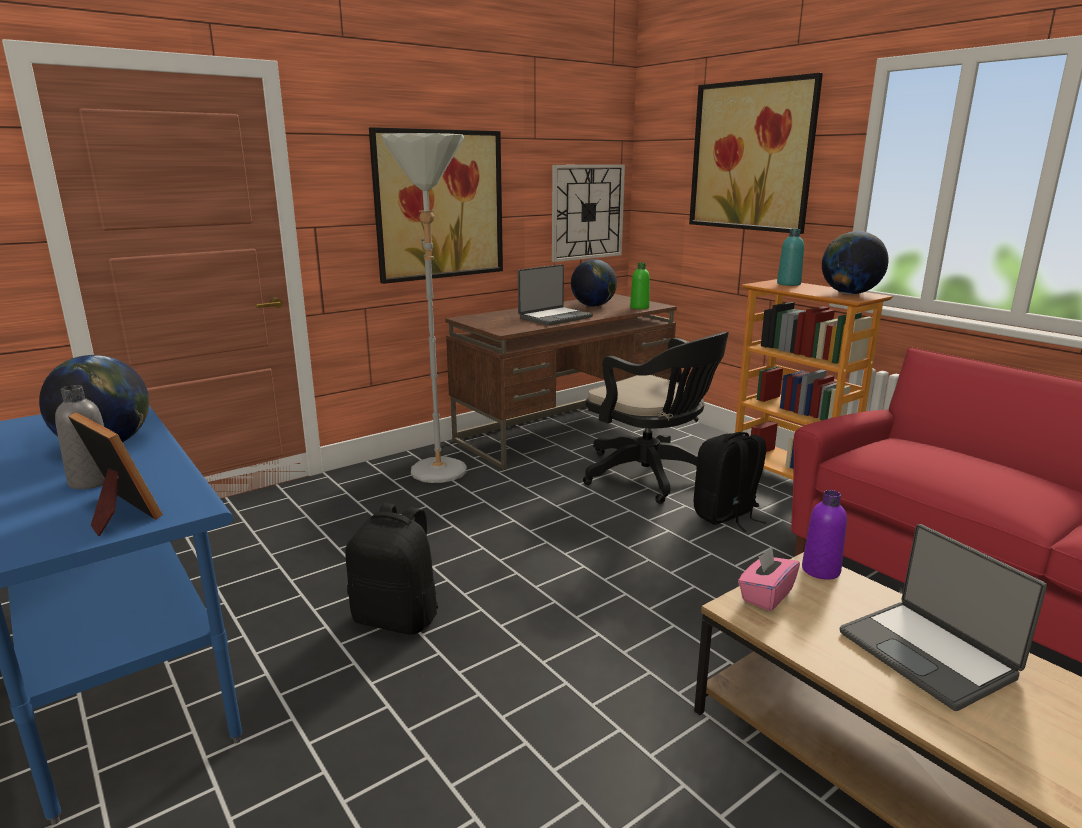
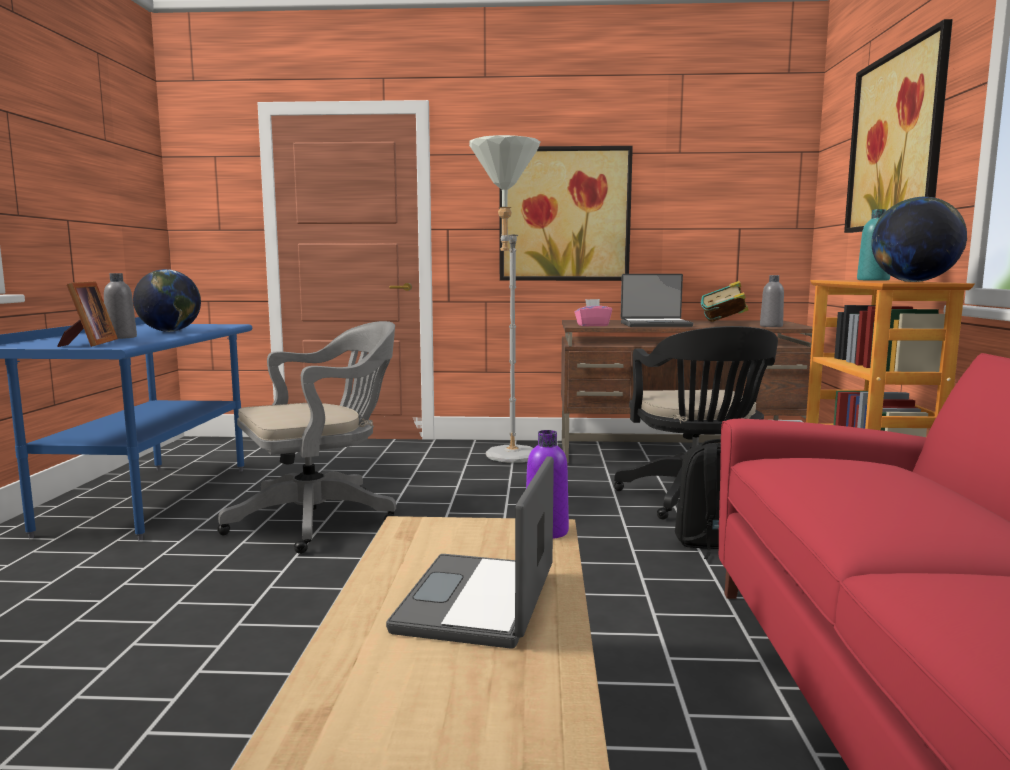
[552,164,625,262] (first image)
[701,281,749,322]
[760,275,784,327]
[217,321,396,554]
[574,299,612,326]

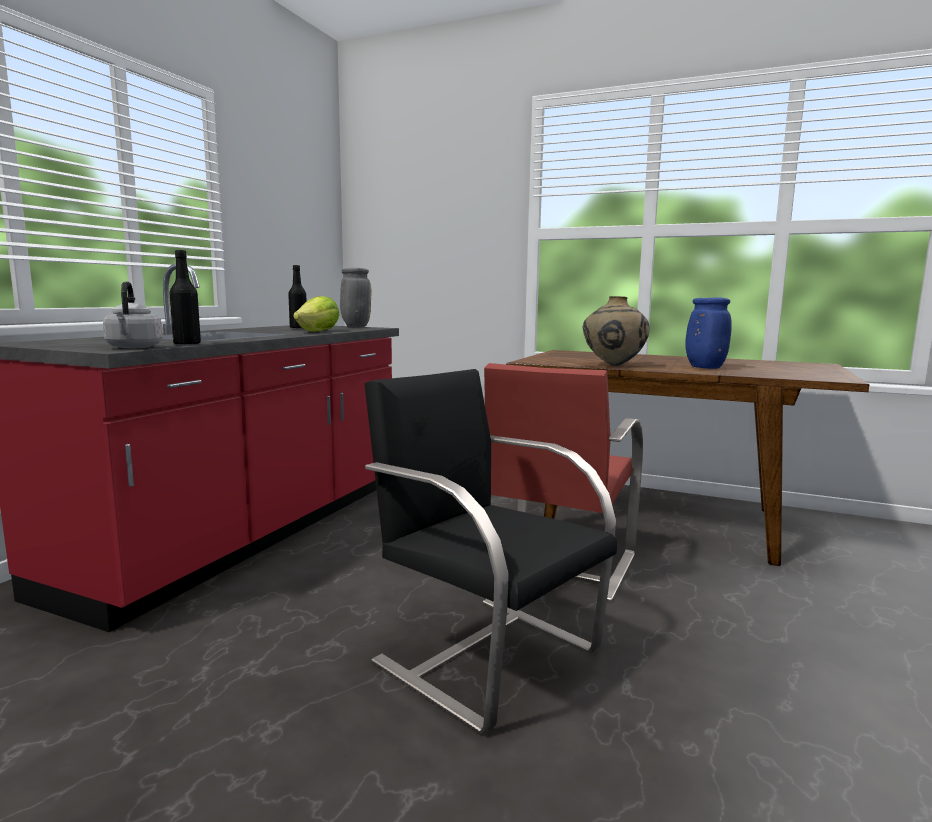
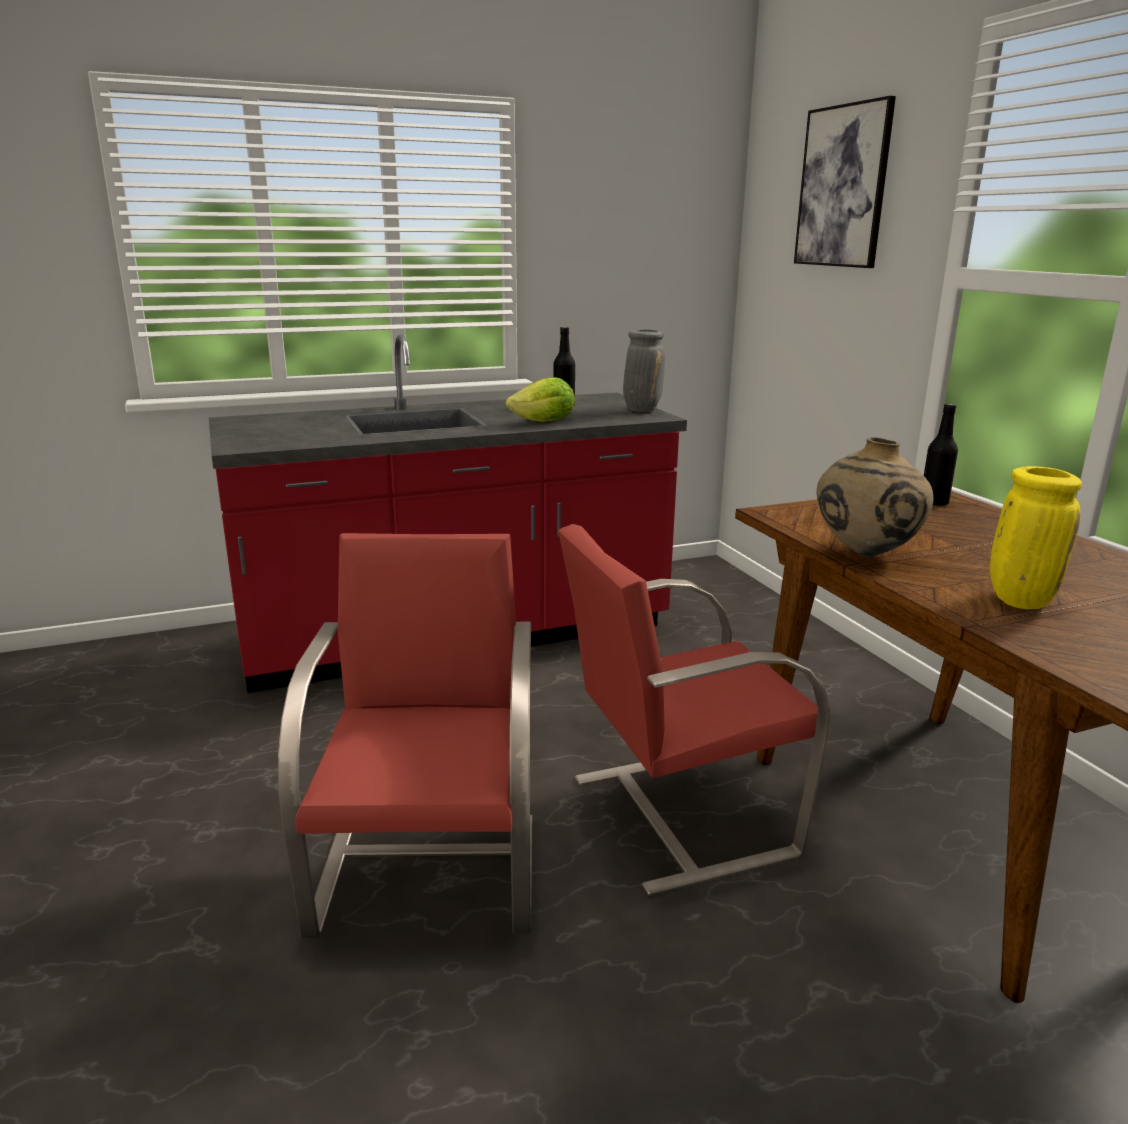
[924,403,958,506]
[103,281,163,348] (first image)
[990,466,1082,609]
[278,533,532,937]
[794,96,896,268]

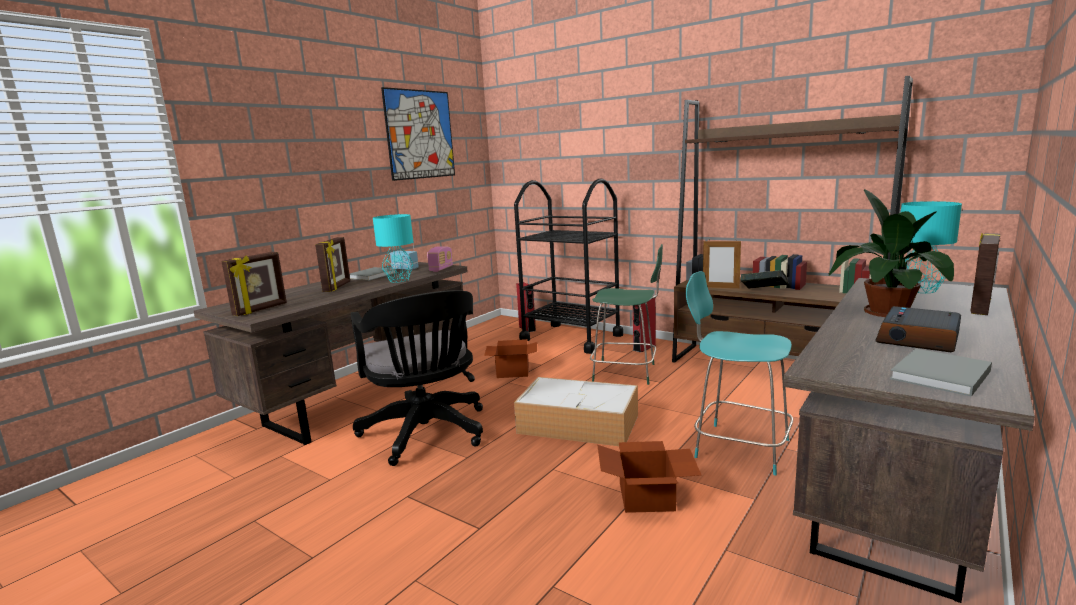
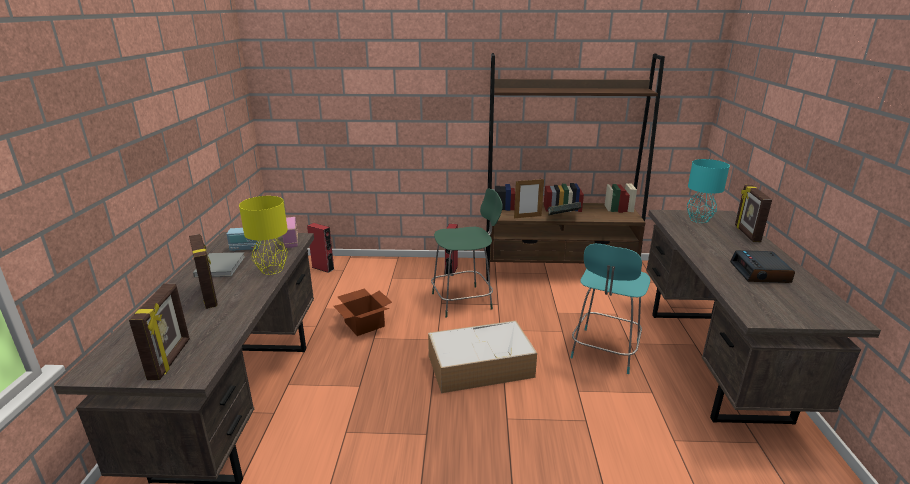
[381,87,455,181] (first image)
[514,178,623,354] (first image)
[829,189,954,317] (first image)
[239,196,288,275]
[570,244,650,374]
[351,290,483,466] (first image)
[890,348,992,397] (first image)
[597,441,701,513] (first image)

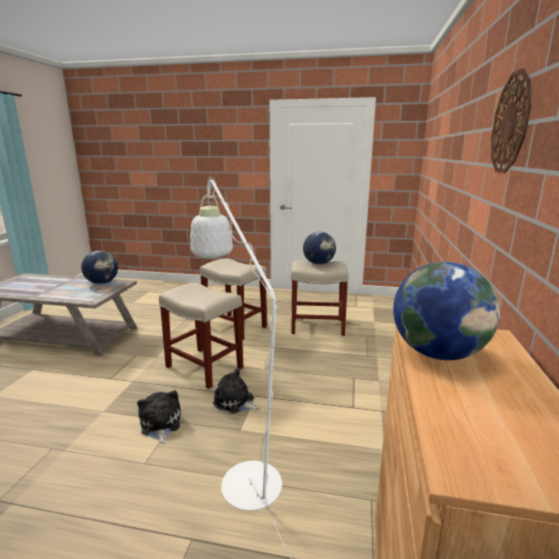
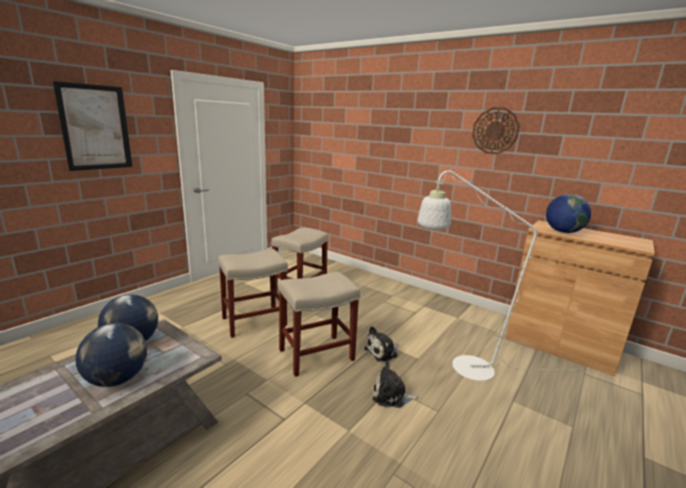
[75,323,147,387]
[53,81,132,171]

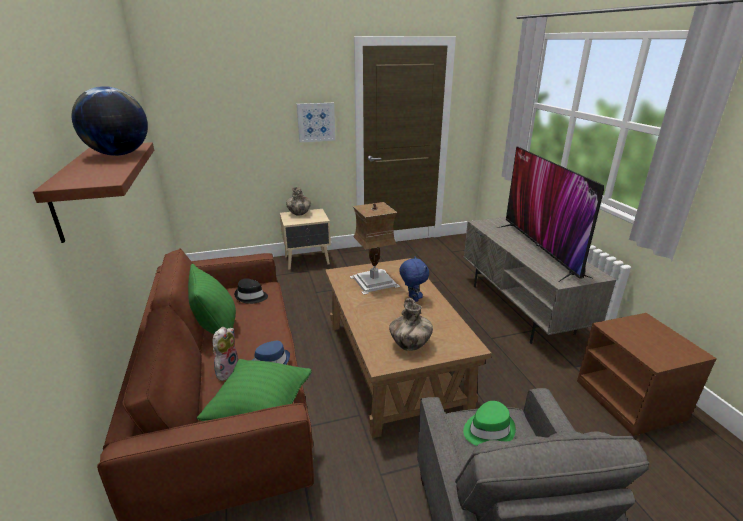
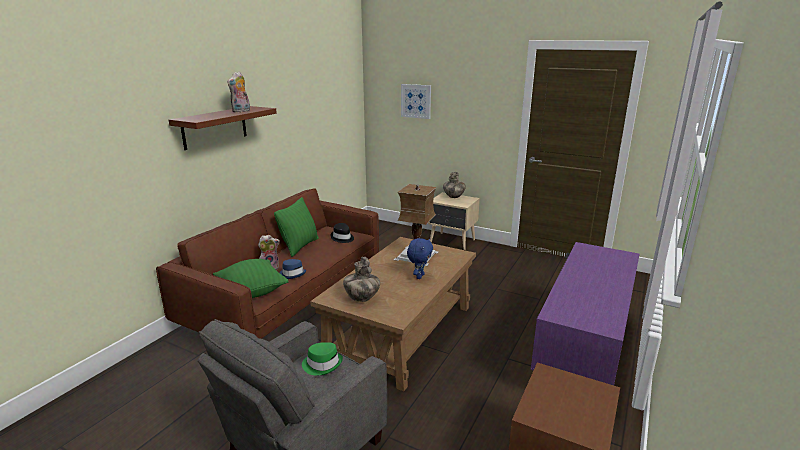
[227,72,250,113]
[401,84,431,119]
[497,146,604,282] (first image)
[531,242,640,385]

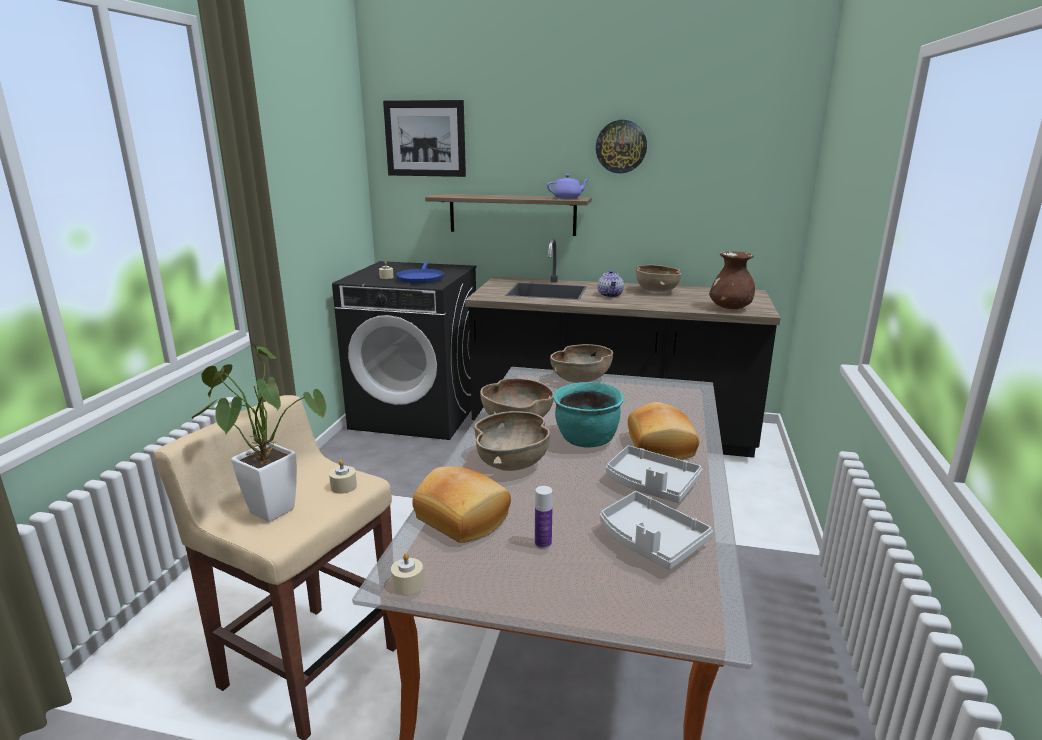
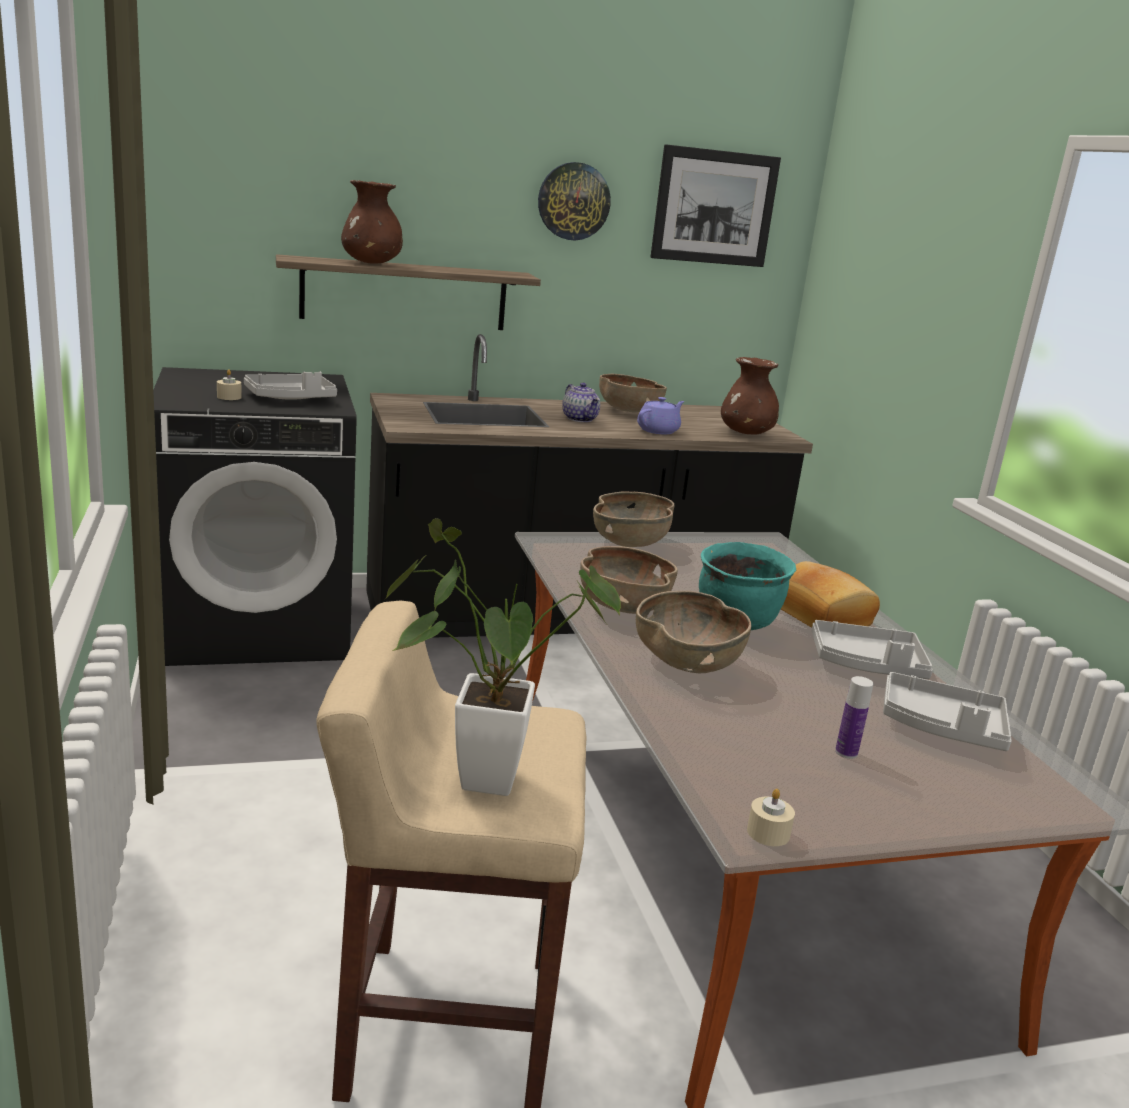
[650,144,781,267]
[637,397,684,434]
[244,372,337,400]
[329,460,357,494] (first image)
[412,467,511,543] (first image)
[341,180,403,264]

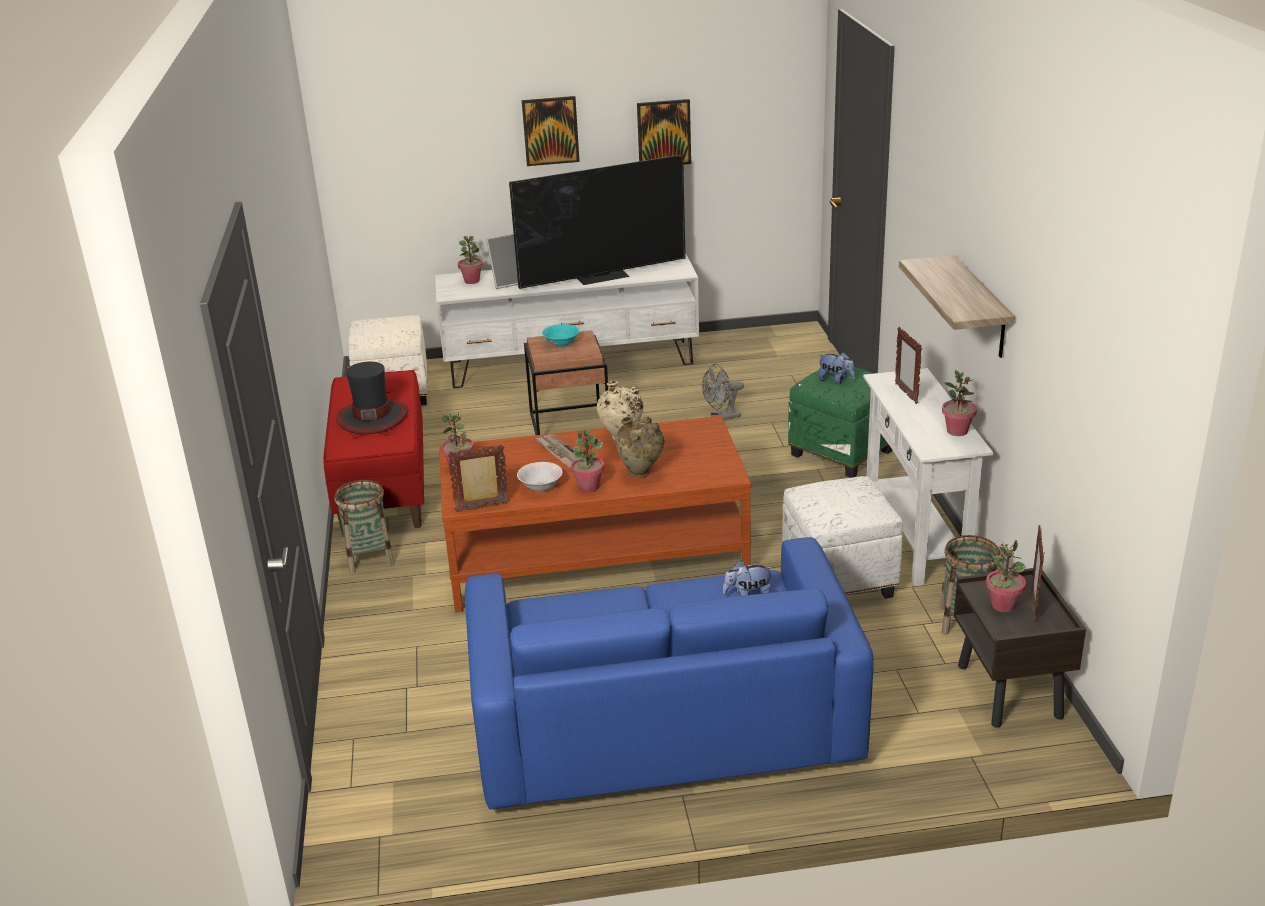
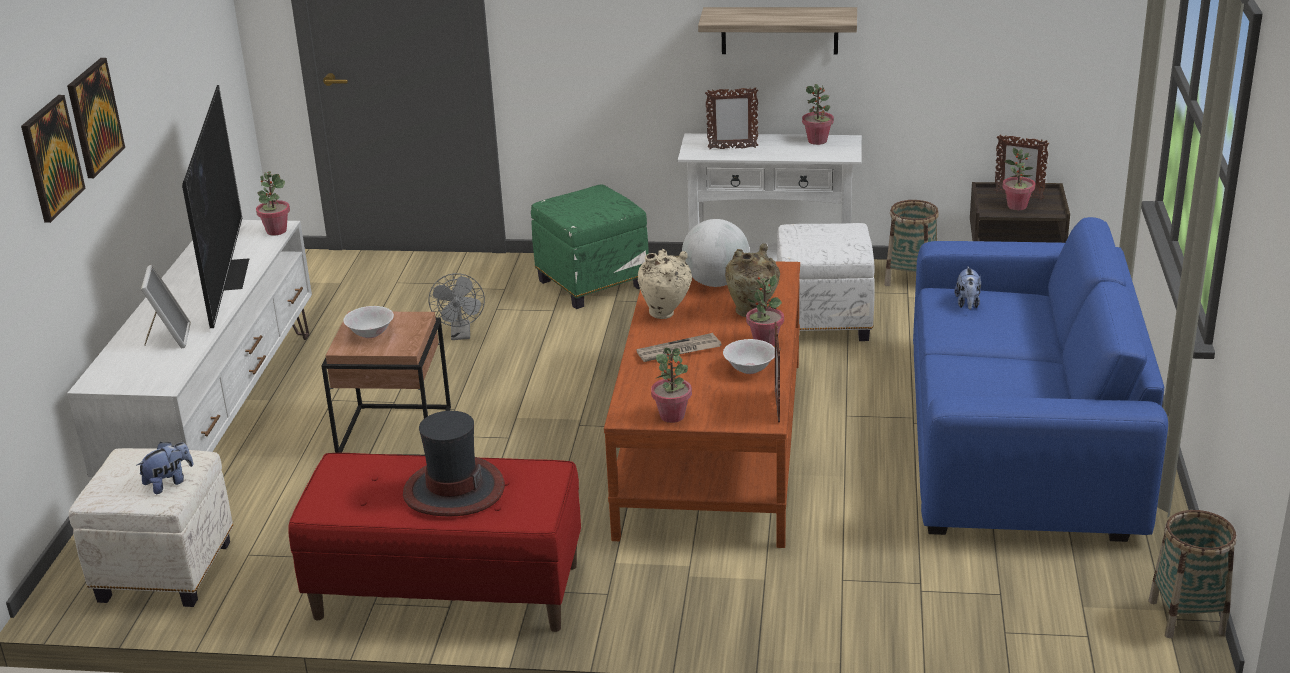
[21,95,85,223]
[256,171,290,235]
[343,306,394,338]
[136,442,193,494]
[1148,510,1237,638]
[682,219,750,287]

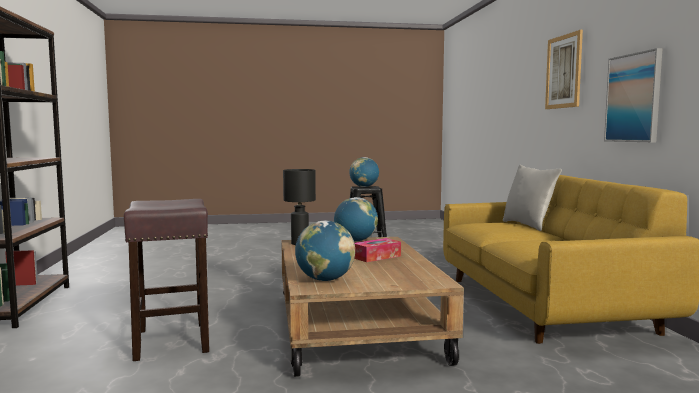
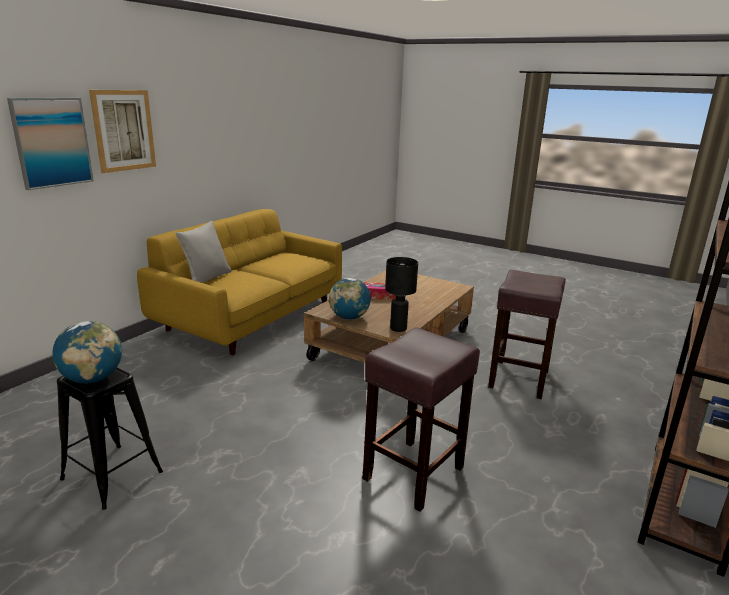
[7,98,94,190]
[295,221,355,281] (first image)
[363,327,480,512]

